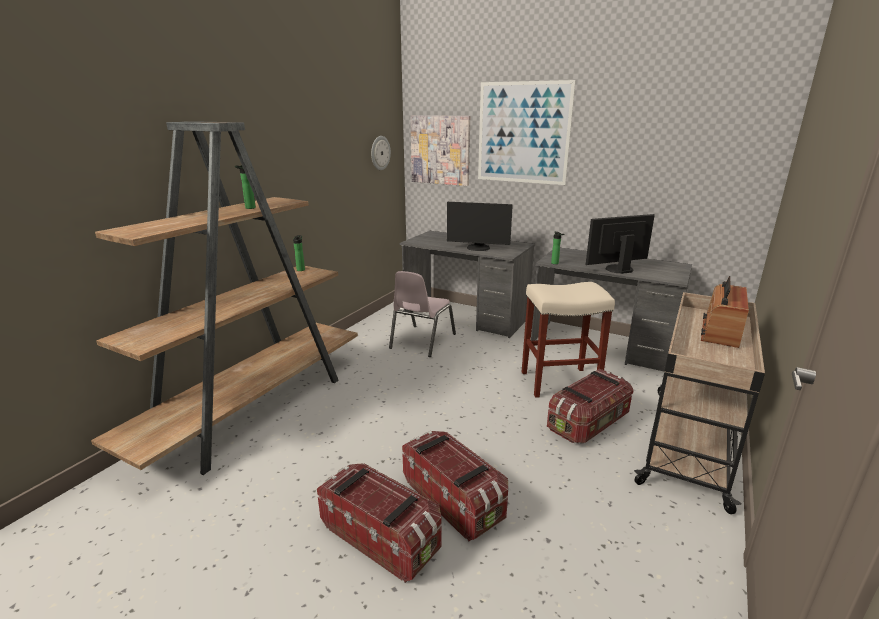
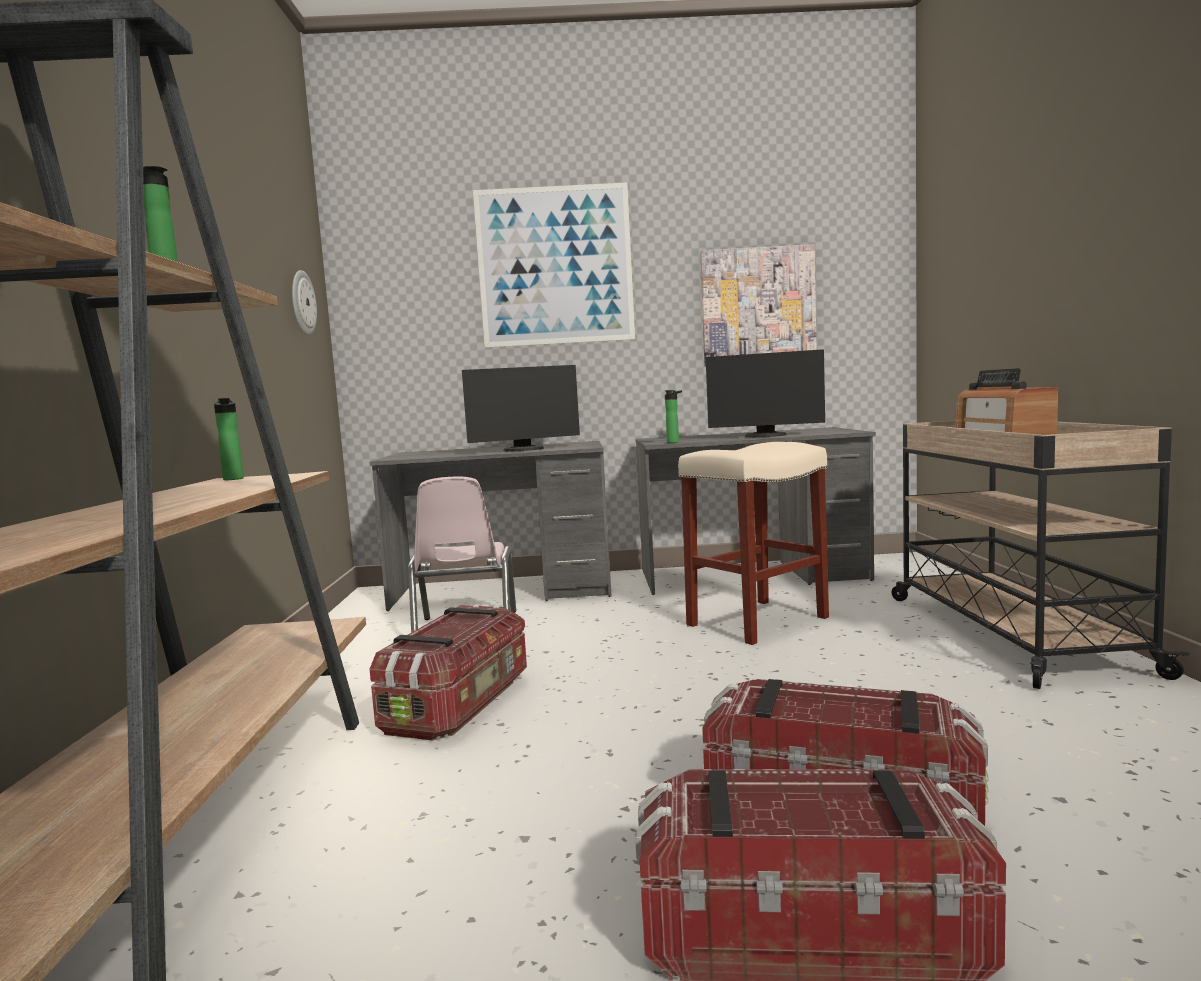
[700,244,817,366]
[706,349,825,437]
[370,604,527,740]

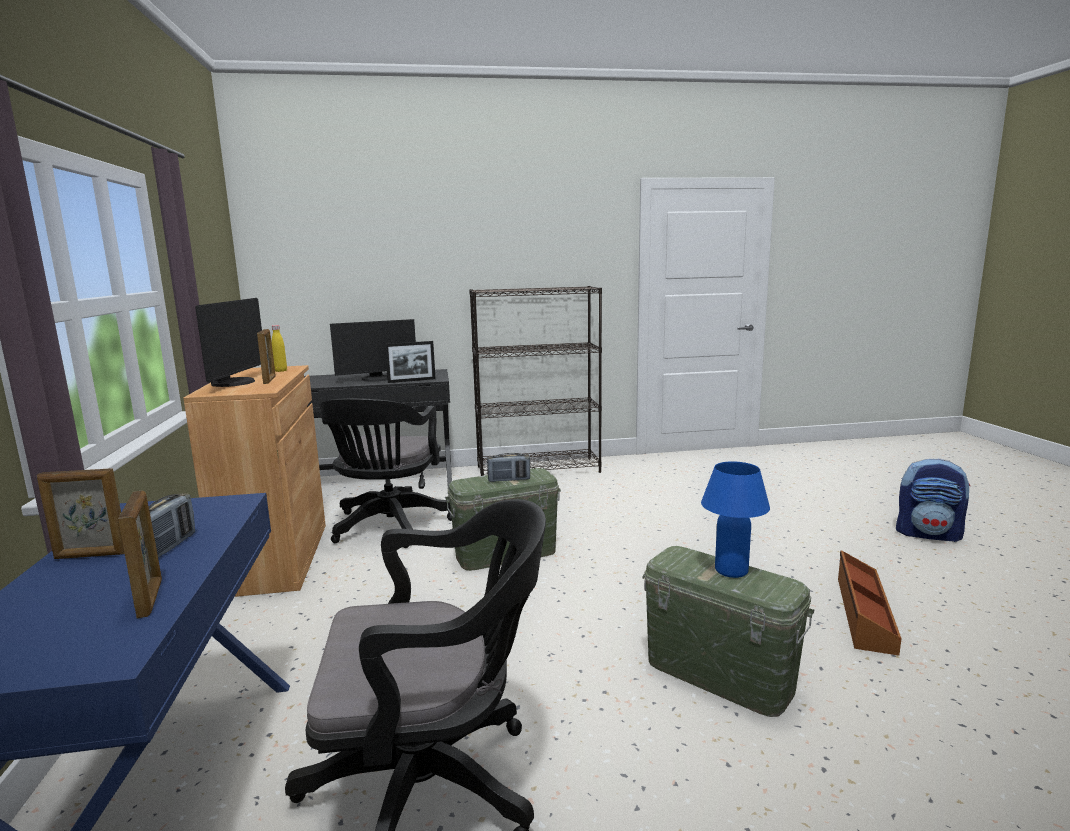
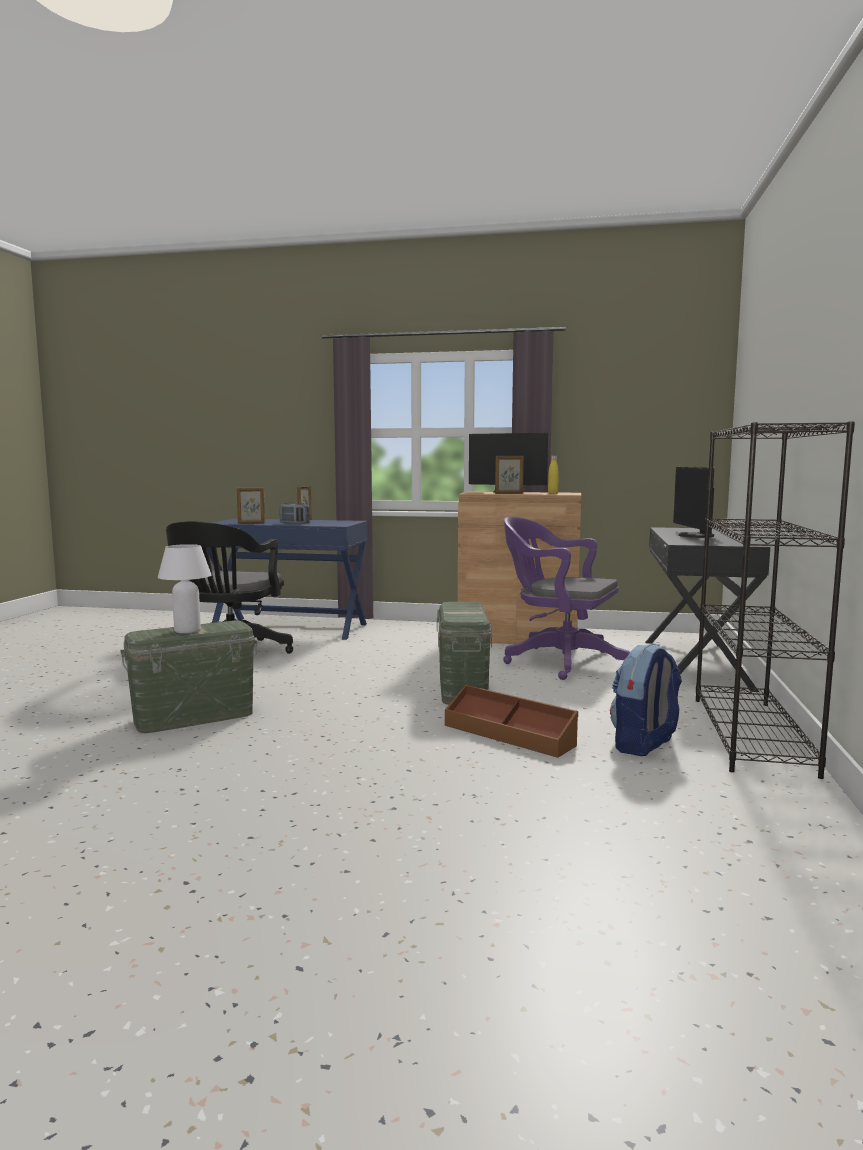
[385,341,436,383] (first image)
[503,517,630,680]
[487,453,530,482] (first image)
[610,644,682,756]
[158,544,211,634]
[445,685,578,758]

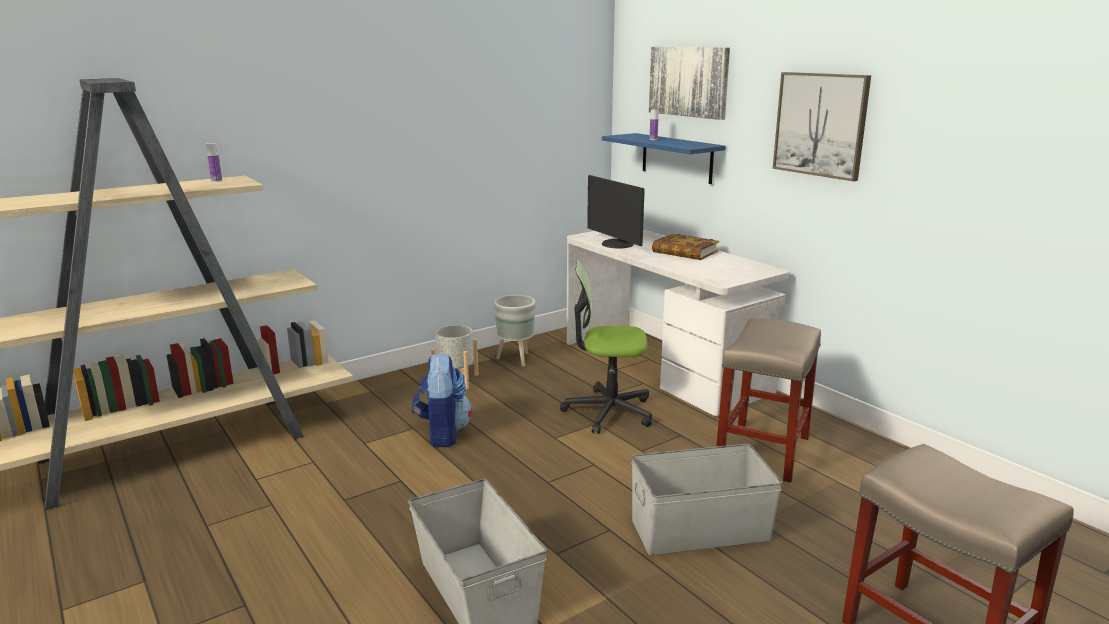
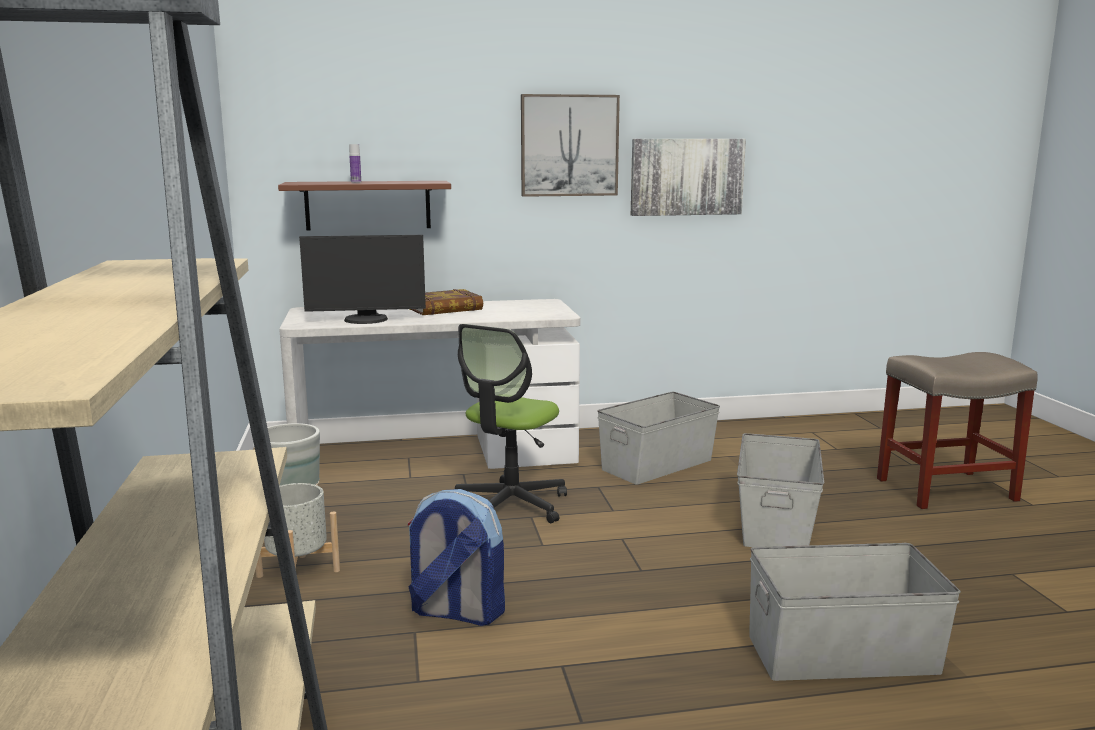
[631,139,746,216]
[278,181,451,230]
[206,143,222,182] (first image)
[597,392,720,485]

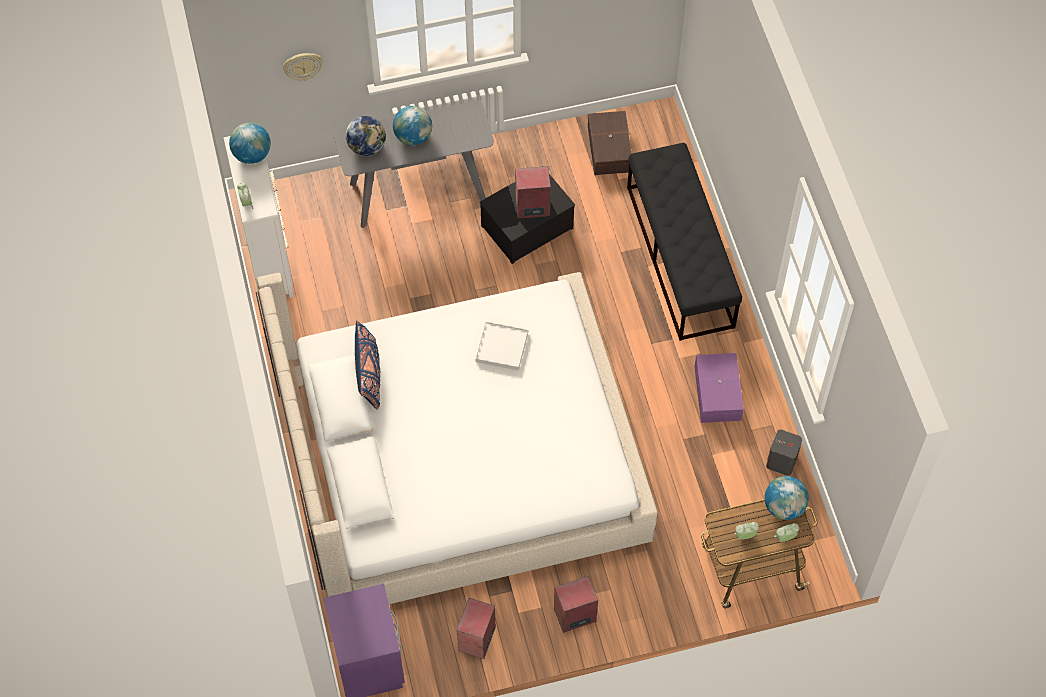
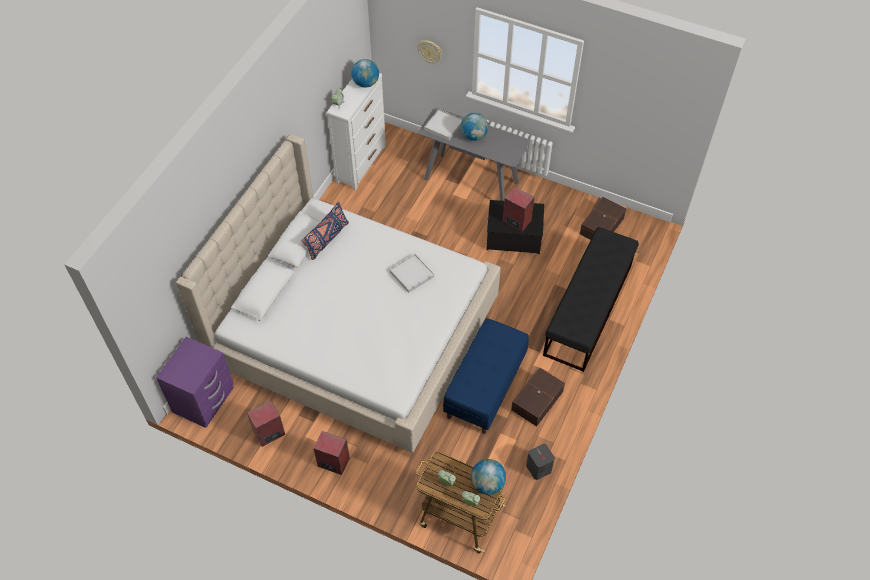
[424,109,463,140]
[511,367,565,427]
[443,318,529,434]

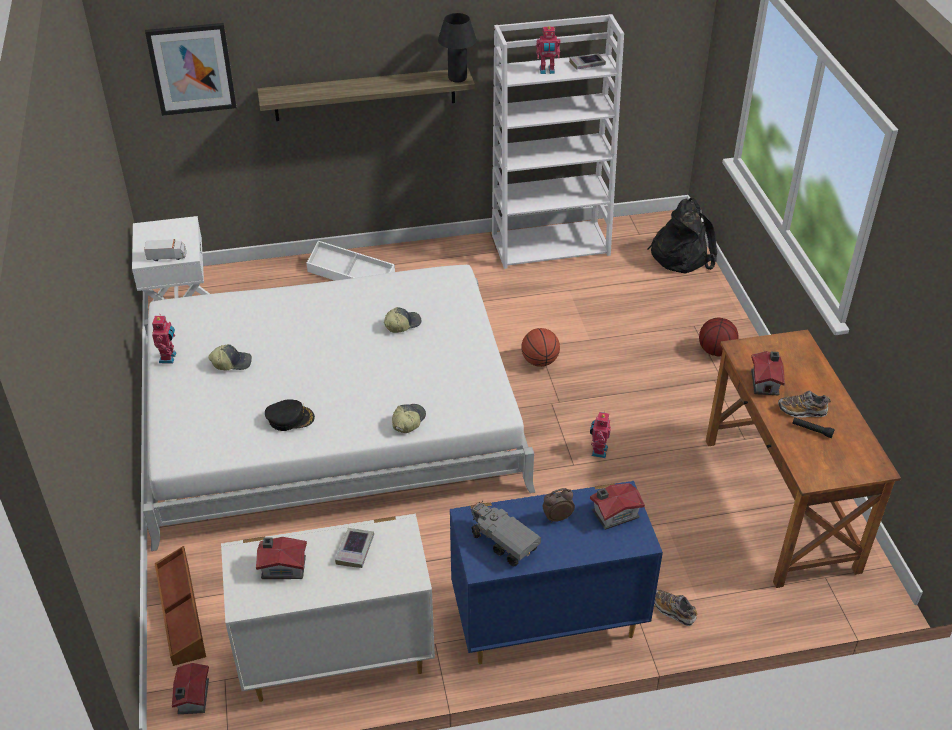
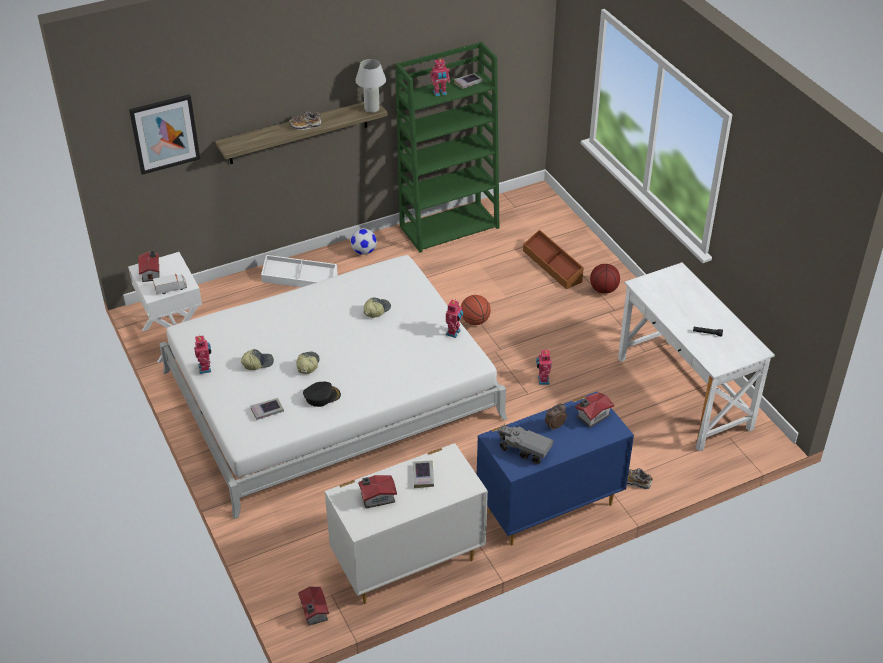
[355,59,386,113]
[395,42,499,253]
[647,198,717,273] (first image)
[618,262,775,451]
[138,251,160,282]
[289,111,322,130]
[296,351,320,374]
[523,230,584,289]
[351,228,377,255]
[446,299,463,338]
[250,398,284,420]

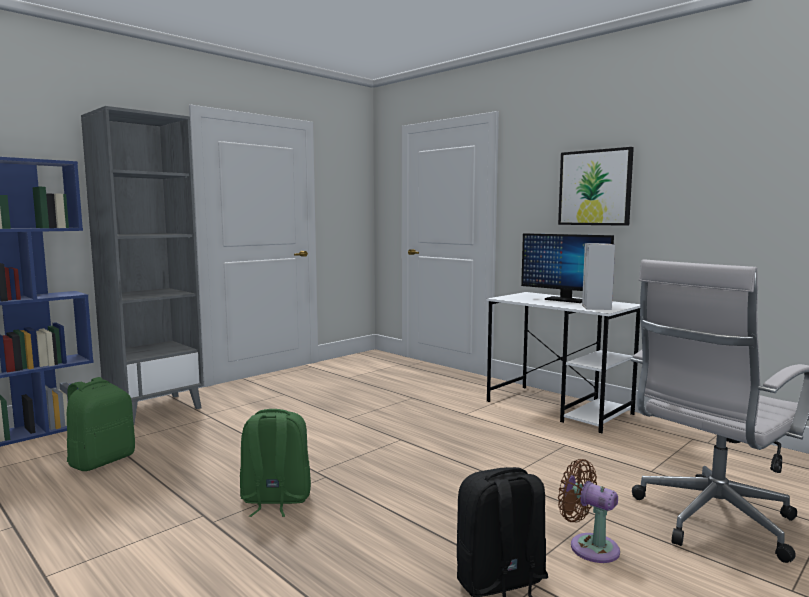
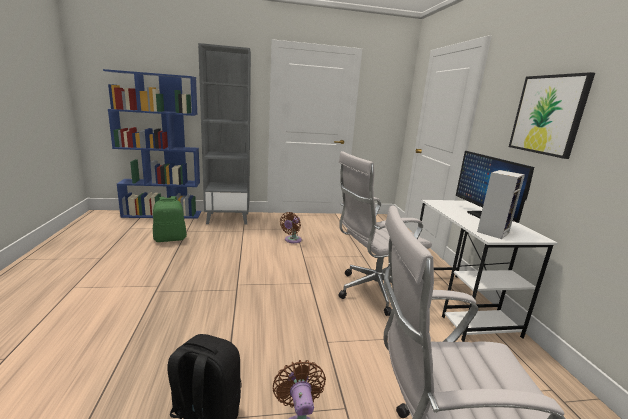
[240,409,311,517] (first image)
[339,151,432,316]
[280,212,302,243]

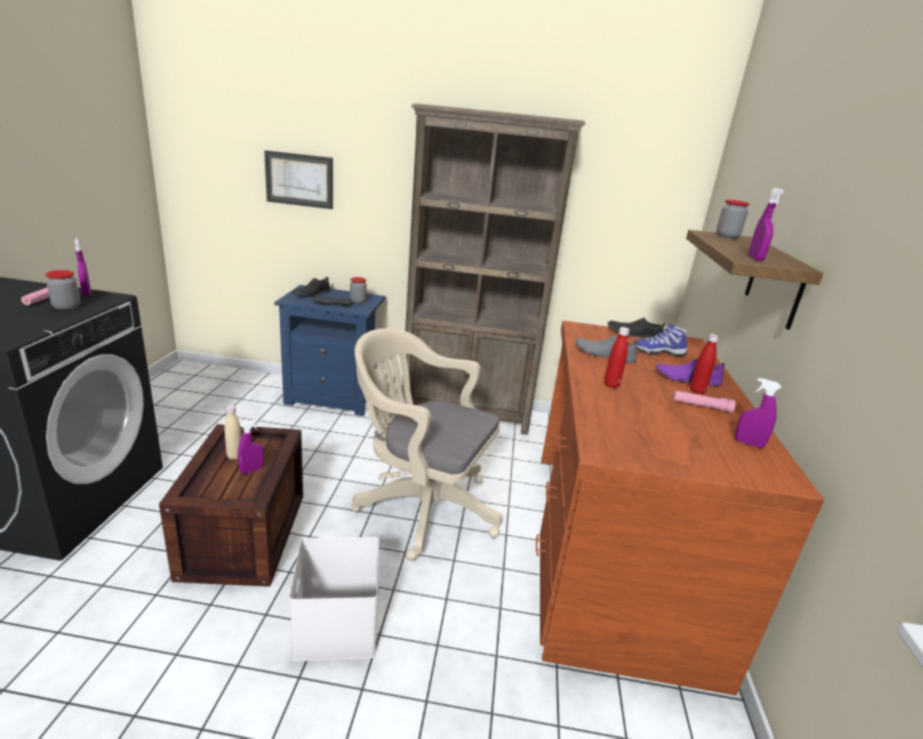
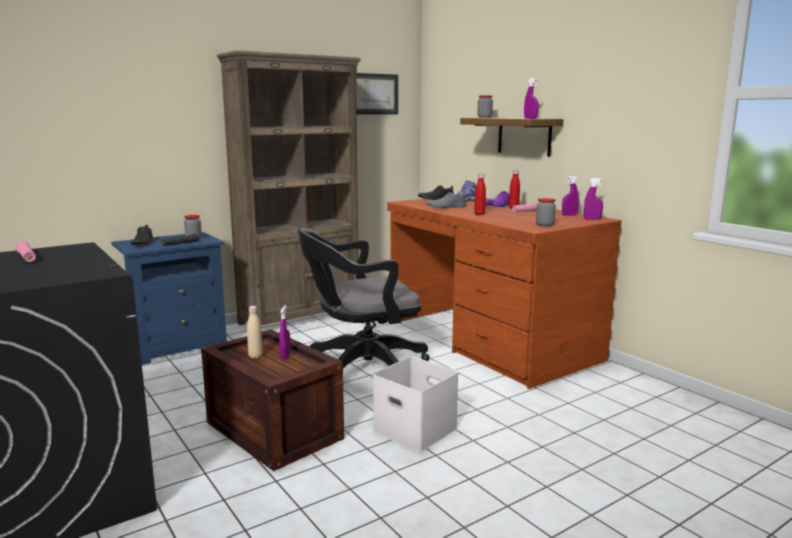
[356,73,398,115]
[584,178,603,220]
[536,198,556,227]
[298,228,430,368]

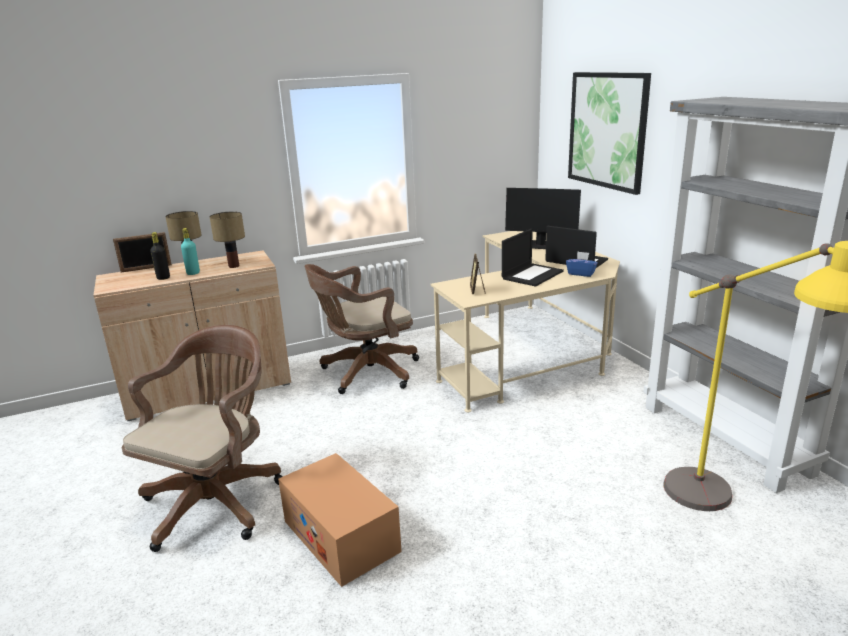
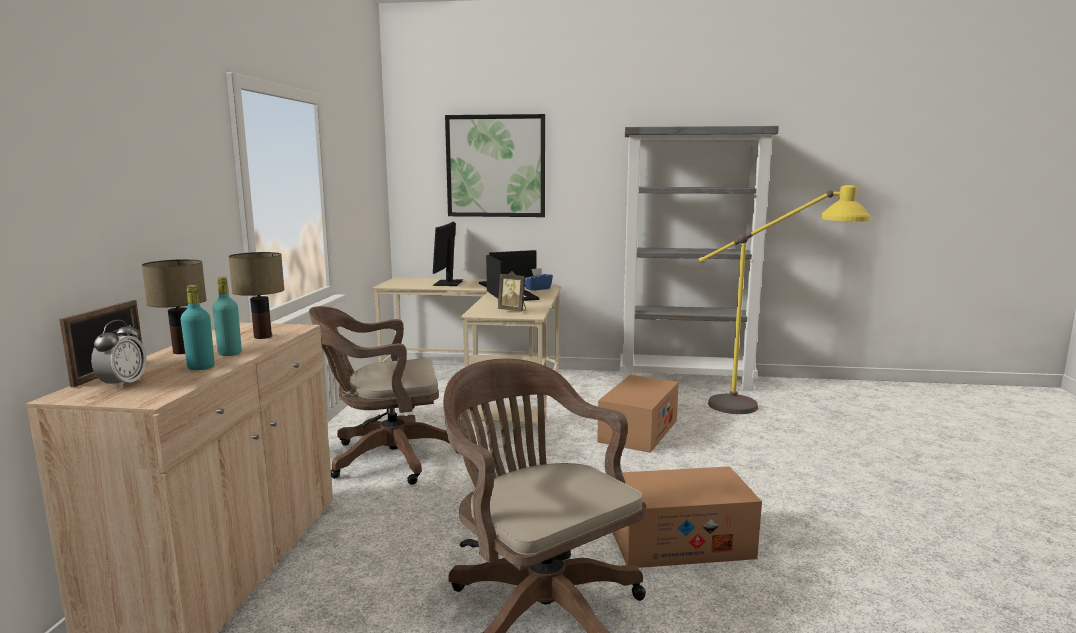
[433,221,464,286]
[181,285,214,370]
[309,306,459,485]
[91,320,147,390]
[597,375,679,453]

